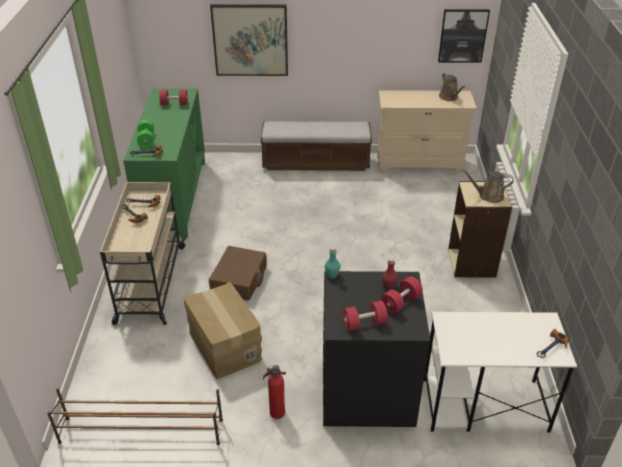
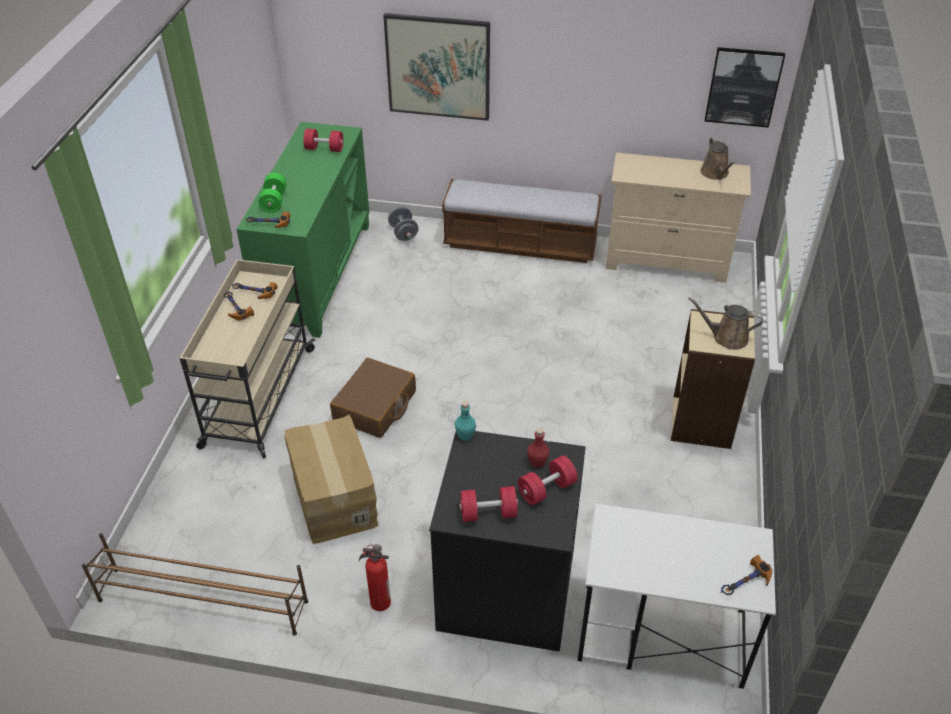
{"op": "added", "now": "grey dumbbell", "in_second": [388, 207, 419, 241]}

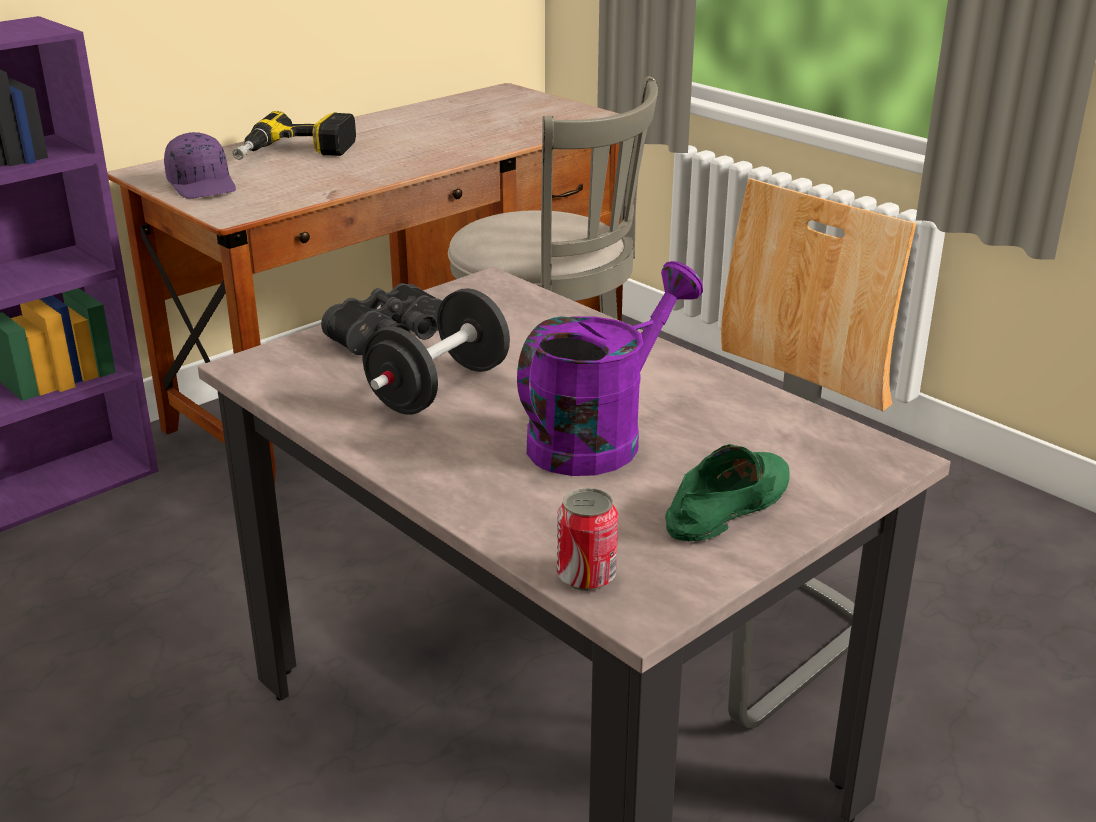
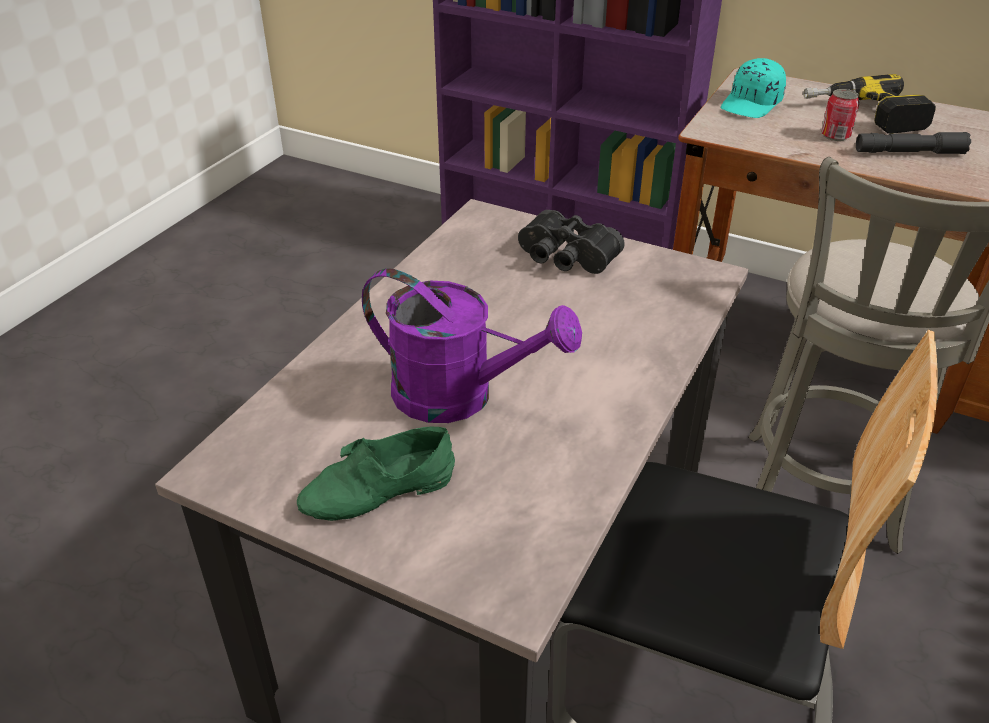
{"op": "removed", "was": "black dumbbell", "in_first": [363, 288, 510, 415]}
{"op": "added", "now": "grey flashlight", "in_second": [856, 132, 971, 154]}
{"op": "moved", "was": "can", "in_first": [557, 488, 618, 591], "in_second": [821, 89, 860, 141]}
{"op": "recoloured", "was": "purple cap", "now": "turquoise cap", "in_first": [164, 132, 236, 199], "in_second": [720, 58, 786, 118]}
{"op": "turned", "was": "green shoe", "in_first": [665, 444, 790, 541], "in_second": [297, 427, 455, 521], "clockwise": 135}

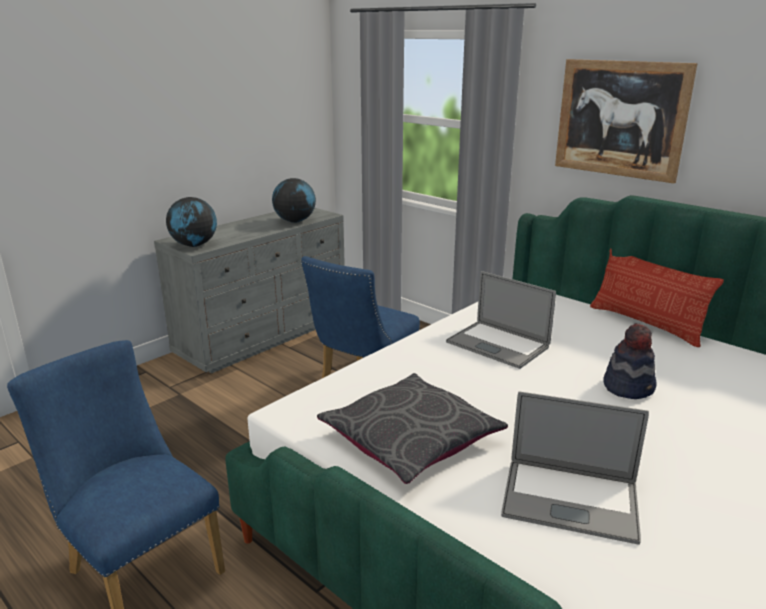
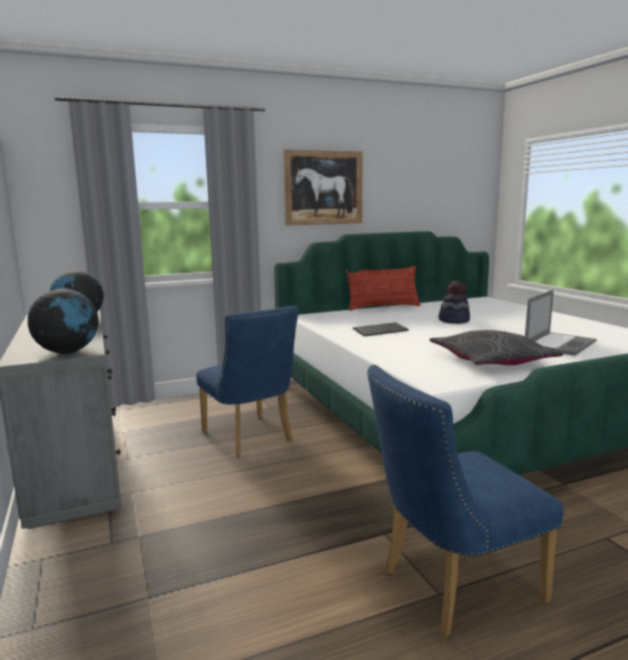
{"op": "replaced", "was": "laptop", "now": "keyboard", "in_first": [446, 271, 556, 369], "in_second": [353, 322, 409, 336]}

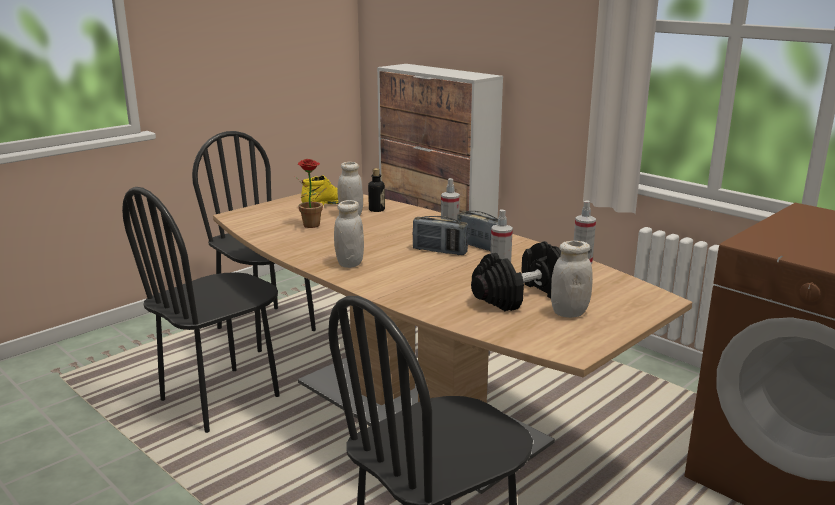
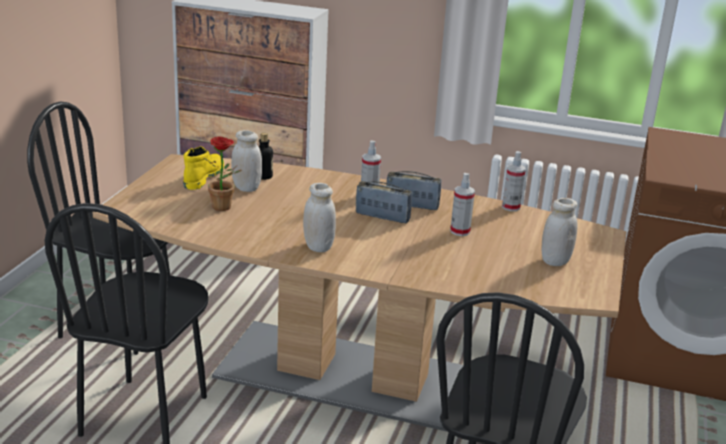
{"op": "removed", "was": "black dumbbell", "in_first": [471, 241, 561, 311]}
{"op": "turned", "was": "radio", "in_first": [413, 216, 469, 255], "in_second": [356, 181, 412, 223], "clockwise": -150}

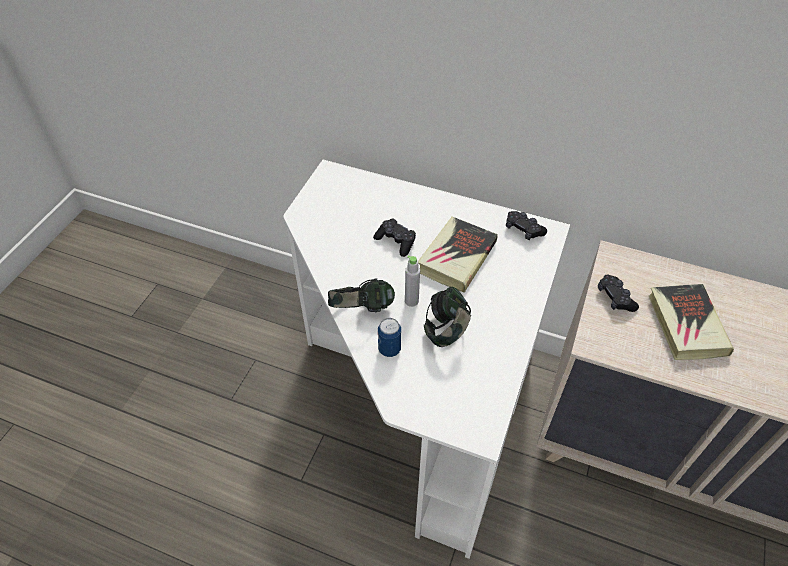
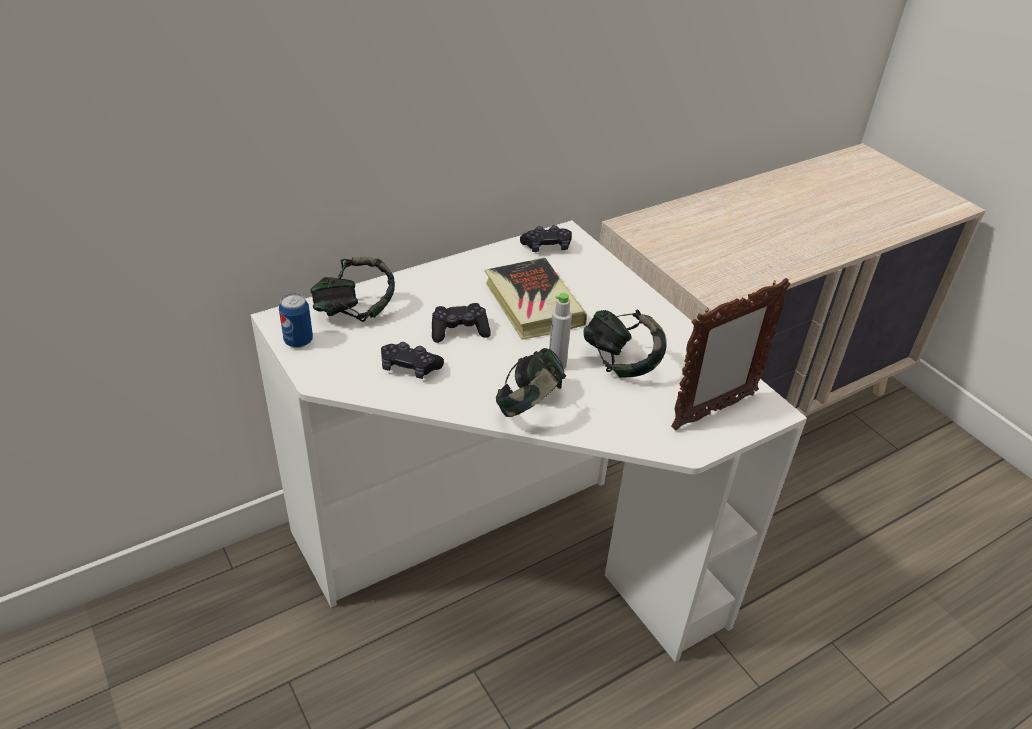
{"op": "removed", "was": "book", "in_first": [649, 284, 734, 360]}
{"op": "added", "now": "headphones", "in_second": [310, 257, 395, 322]}
{"op": "added", "now": "picture frame", "in_second": [671, 278, 791, 431]}
{"op": "moved", "was": "can", "in_first": [378, 318, 401, 357], "in_second": [279, 293, 313, 348]}
{"op": "moved", "was": "black game controller", "in_first": [598, 275, 639, 312], "in_second": [381, 342, 444, 379]}

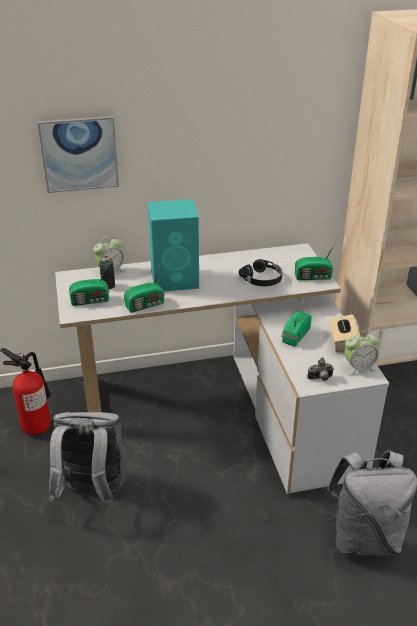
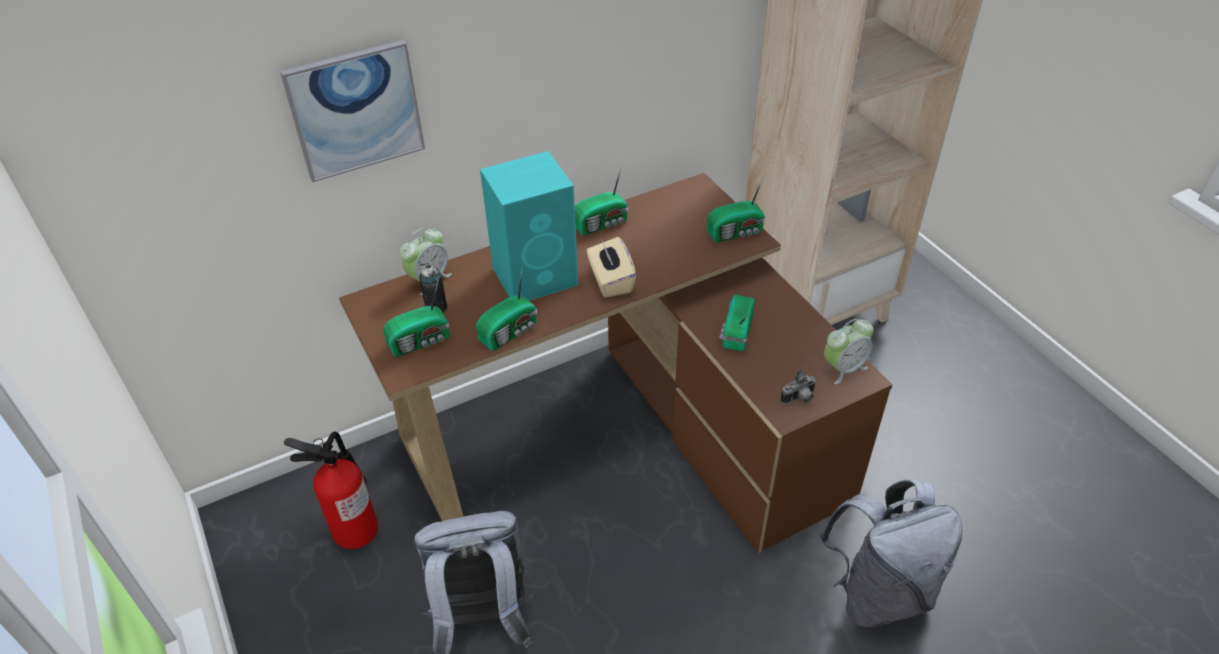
{"op": "removed", "was": "black headphones", "in_first": [239, 259, 283, 286]}
{"op": "added", "now": "radio", "in_second": [575, 166, 628, 236]}
{"op": "moved", "was": "beige tissue box", "in_first": [329, 314, 360, 352], "in_second": [586, 237, 636, 298]}
{"op": "recoloured", "was": "white desk", "now": "brown desk", "in_first": [55, 243, 389, 494], "in_second": [339, 173, 892, 553]}

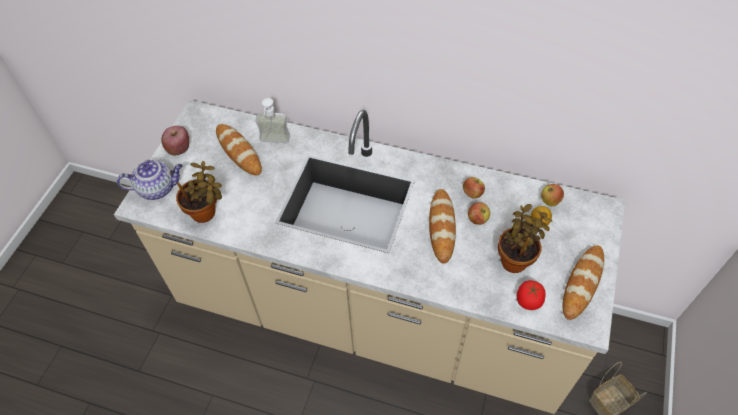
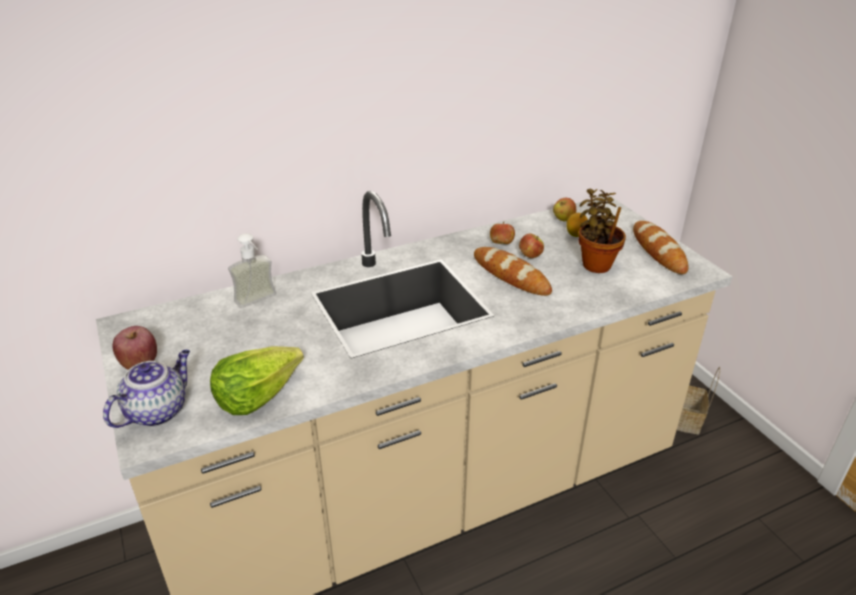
{"op": "removed", "was": "bread", "in_first": [216, 124, 262, 176]}
{"op": "removed", "was": "tomato", "in_first": [517, 280, 546, 310]}
{"op": "replaced", "was": "potted plant", "now": "lettuce", "in_first": [176, 161, 222, 223], "in_second": [210, 346, 304, 415]}

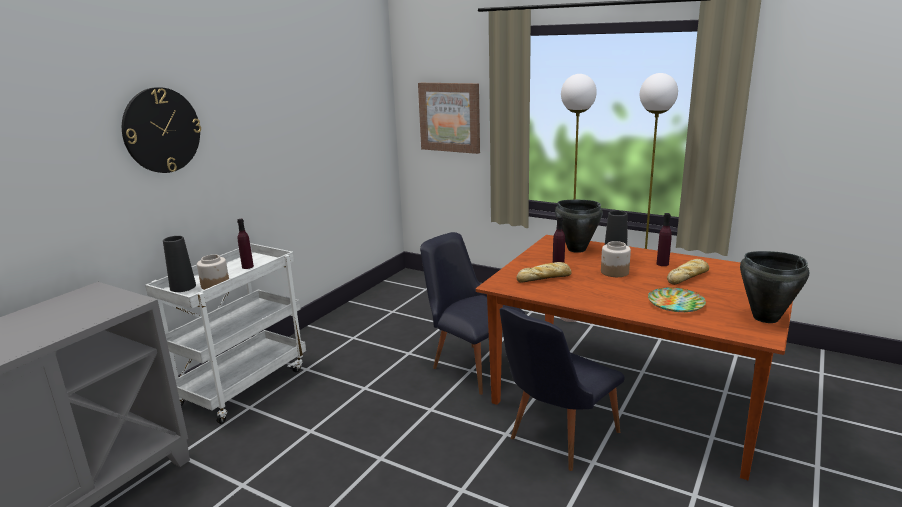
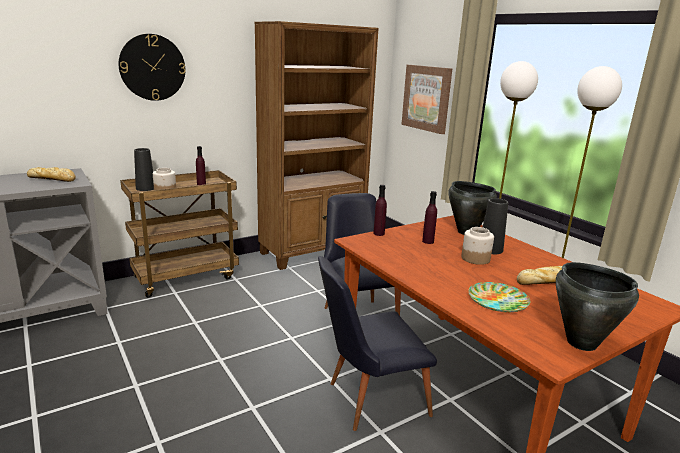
{"op": "added", "now": "brown bookcase", "in_second": [254, 21, 379, 270]}
{"op": "moved", "was": "bread", "in_first": [517, 262, 572, 283], "in_second": [27, 167, 76, 182]}
{"op": "moved", "was": "purple bottle", "in_first": [657, 213, 672, 266], "in_second": [373, 185, 387, 236]}
{"op": "recoloured", "was": "white cart", "now": "brown cart", "in_first": [145, 243, 306, 424], "in_second": [120, 170, 239, 298]}

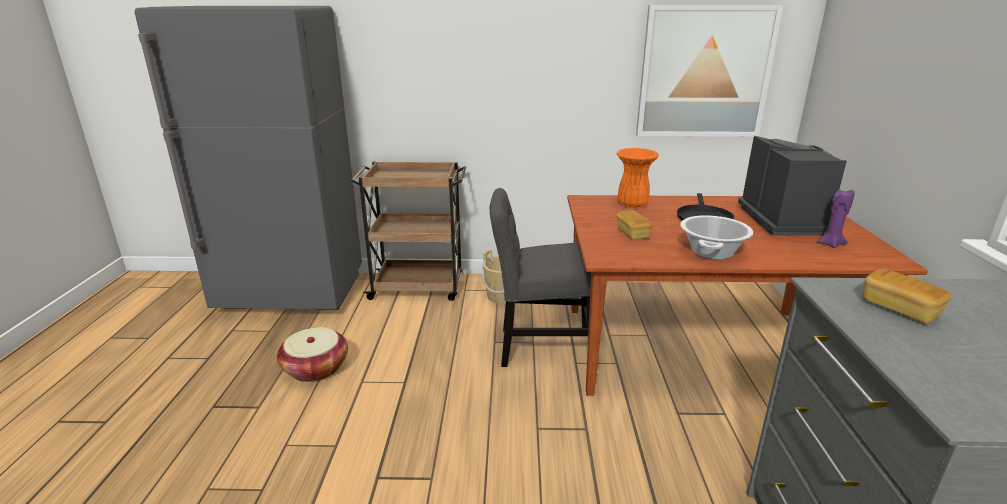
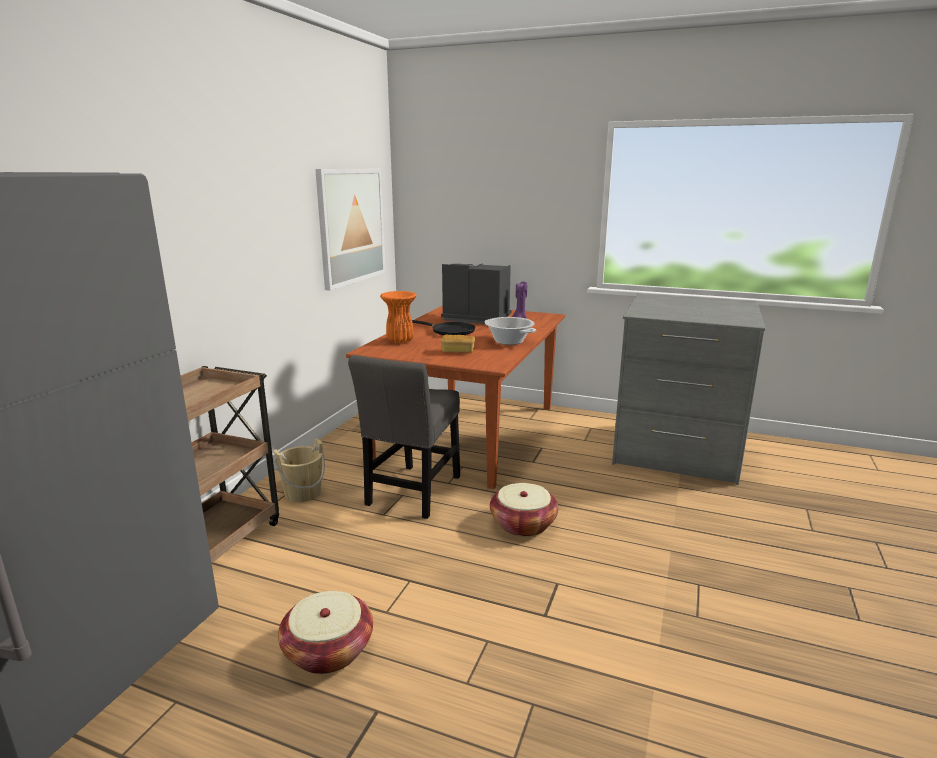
{"op": "removed", "was": "bread", "in_first": [863, 268, 951, 324]}
{"op": "added", "now": "basket", "in_second": [490, 483, 558, 537]}

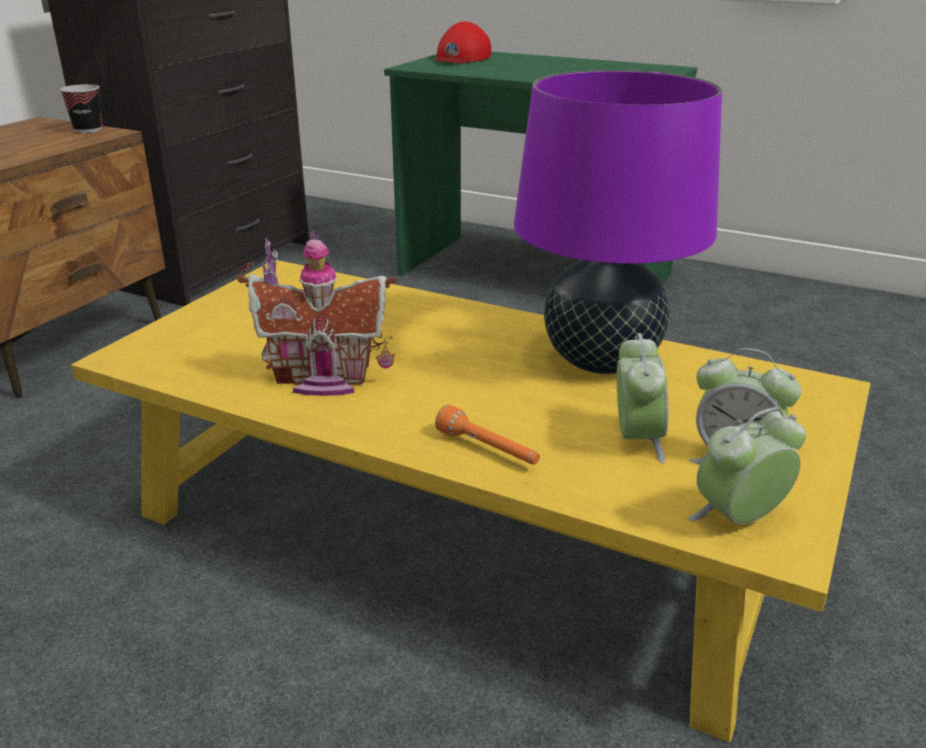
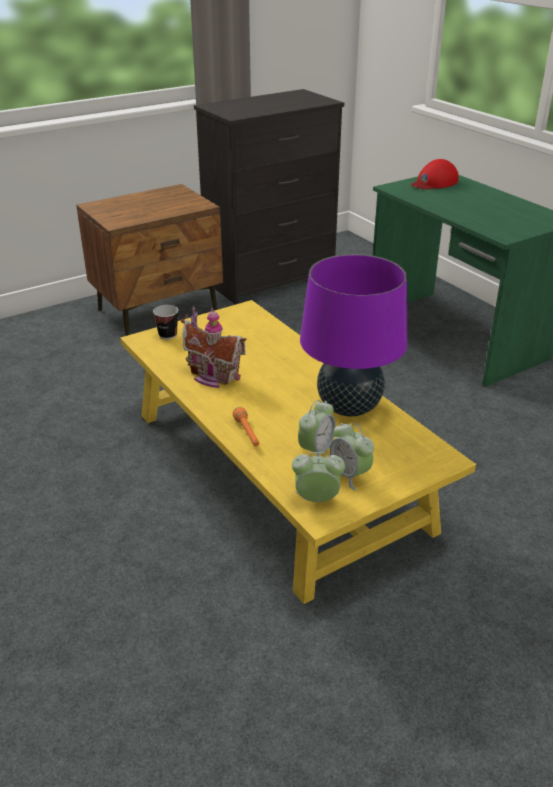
{"op": "moved", "was": "cup", "in_first": [60, 84, 102, 133], "in_second": [153, 305, 179, 339]}

